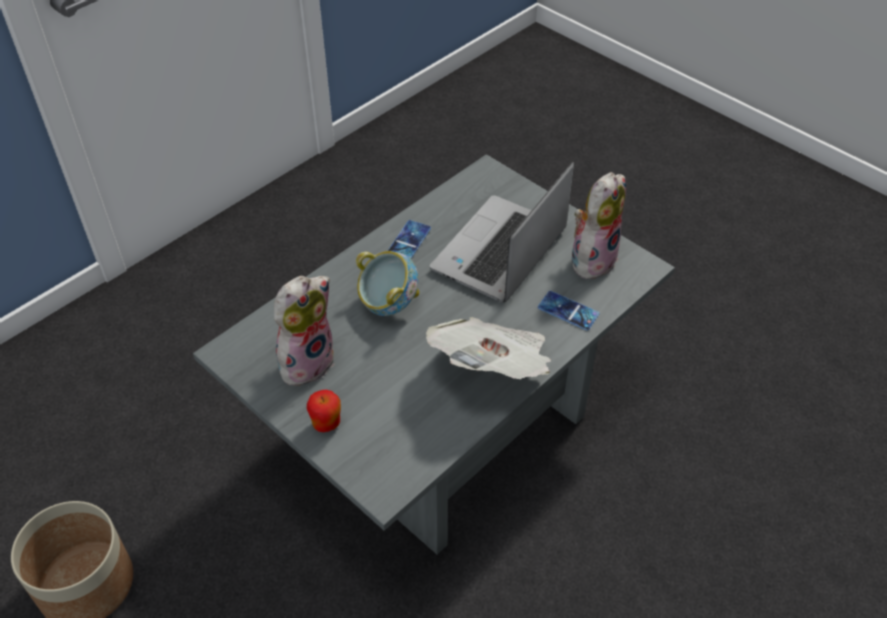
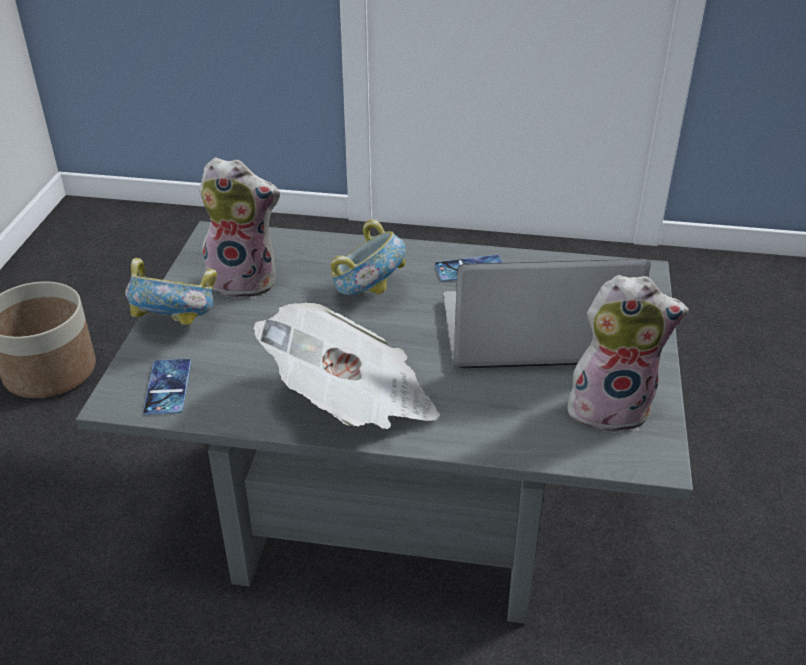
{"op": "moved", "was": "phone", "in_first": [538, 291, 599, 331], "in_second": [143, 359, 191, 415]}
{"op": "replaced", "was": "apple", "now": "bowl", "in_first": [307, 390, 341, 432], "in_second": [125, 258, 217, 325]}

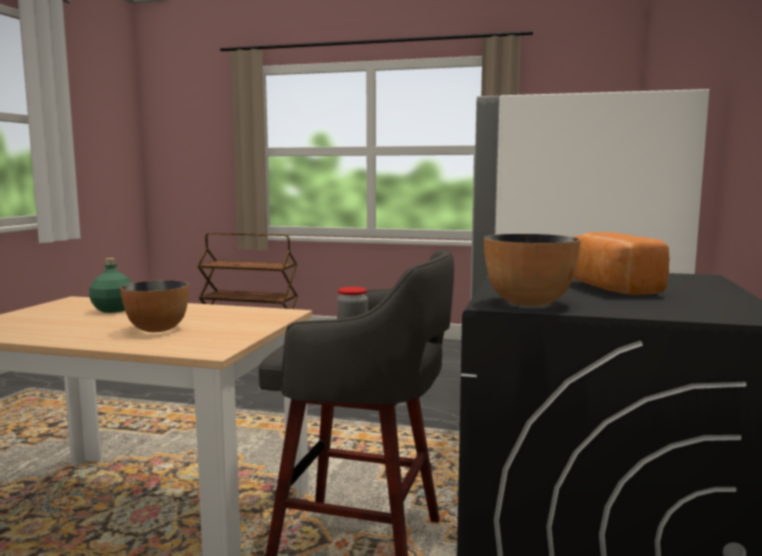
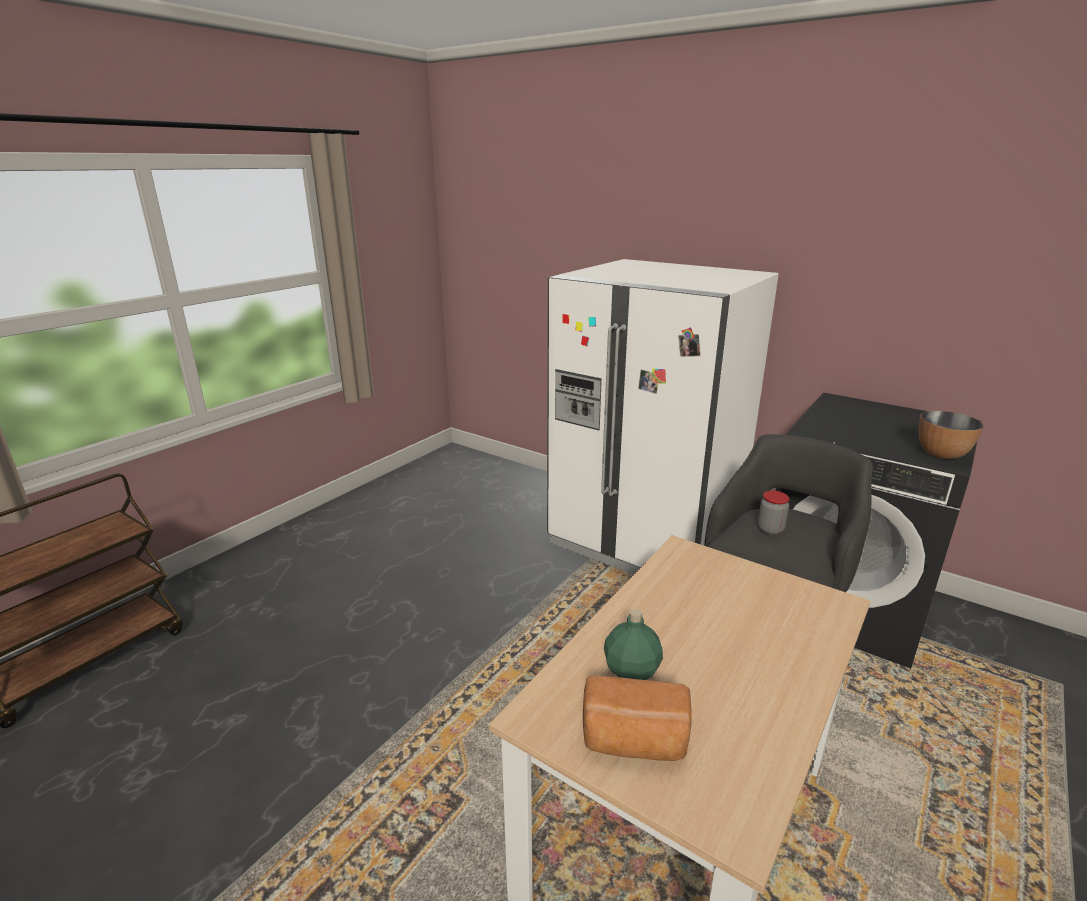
{"op": "removed", "was": "bowl", "in_first": [121, 280, 189, 332]}
{"op": "moved", "was": "bread", "in_first": [573, 232, 669, 295], "in_second": [583, 675, 692, 761]}

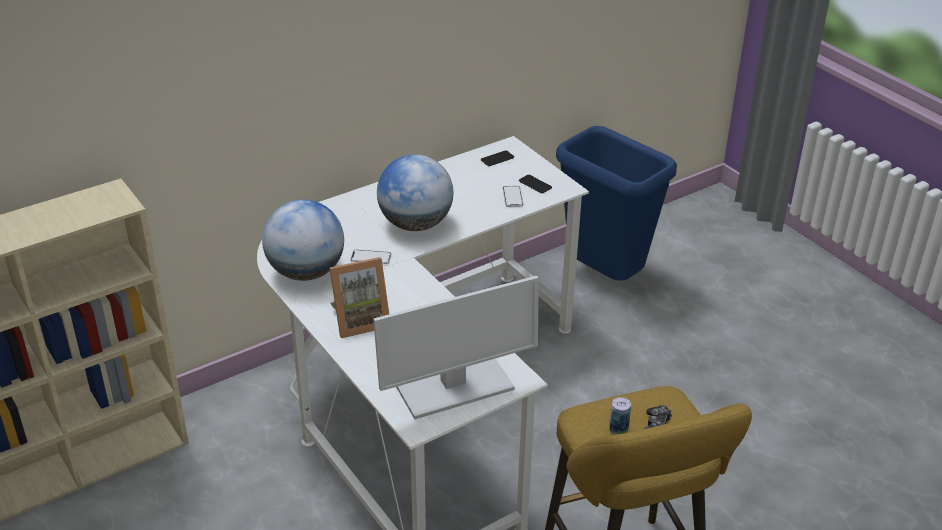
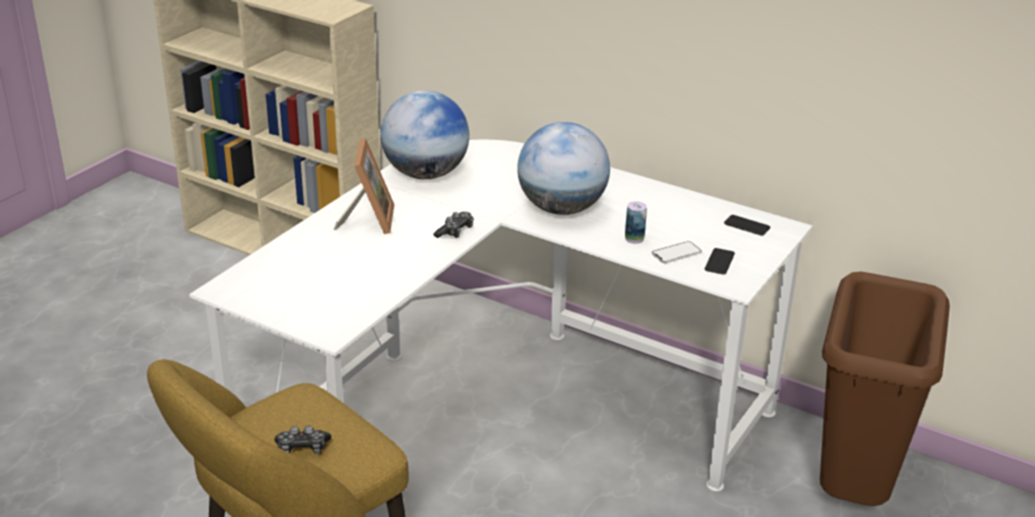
{"op": "removed", "was": "phone", "in_first": [350, 250, 391, 264]}
{"op": "removed", "was": "monitor", "in_first": [373, 276, 539, 419]}
{"op": "added", "now": "game controller", "in_second": [433, 212, 474, 238]}
{"op": "moved", "was": "can", "in_first": [609, 397, 631, 435], "in_second": [625, 202, 647, 244]}
{"op": "recoloured", "was": "blue trash can", "now": "brown trash can", "in_first": [556, 126, 677, 280], "in_second": [820, 272, 950, 506]}
{"op": "turned", "was": "picture frame", "in_first": [330, 257, 389, 338], "in_second": [333, 138, 394, 234], "clockwise": -135}

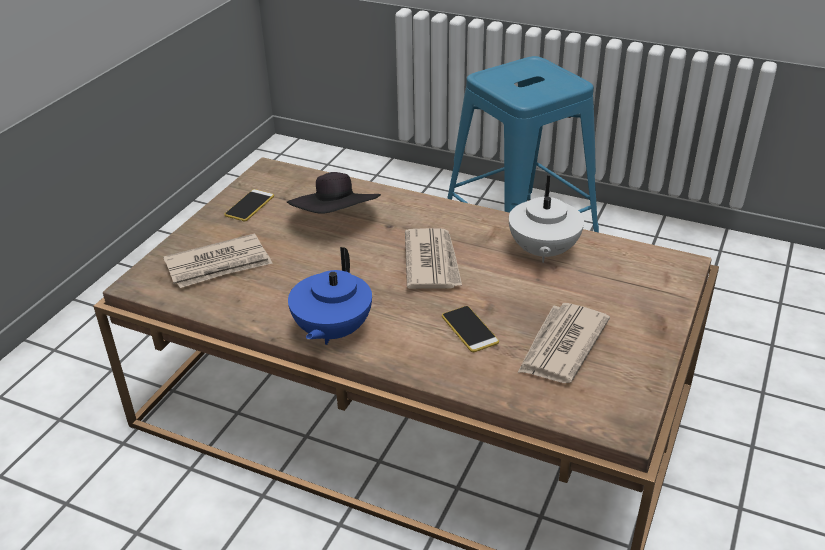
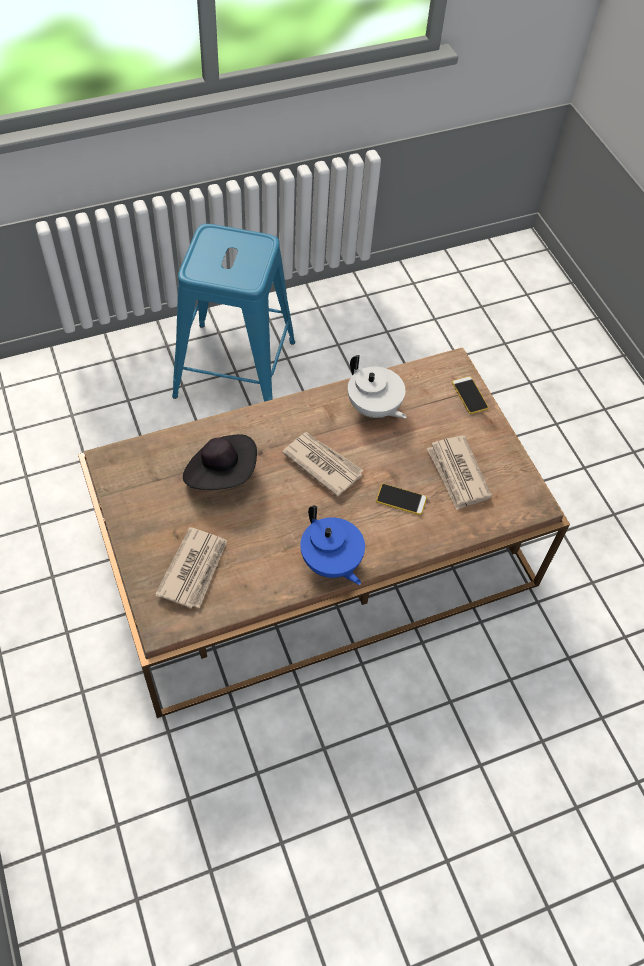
{"op": "moved", "was": "phone", "in_first": [224, 189, 274, 221], "in_second": [452, 376, 489, 414]}

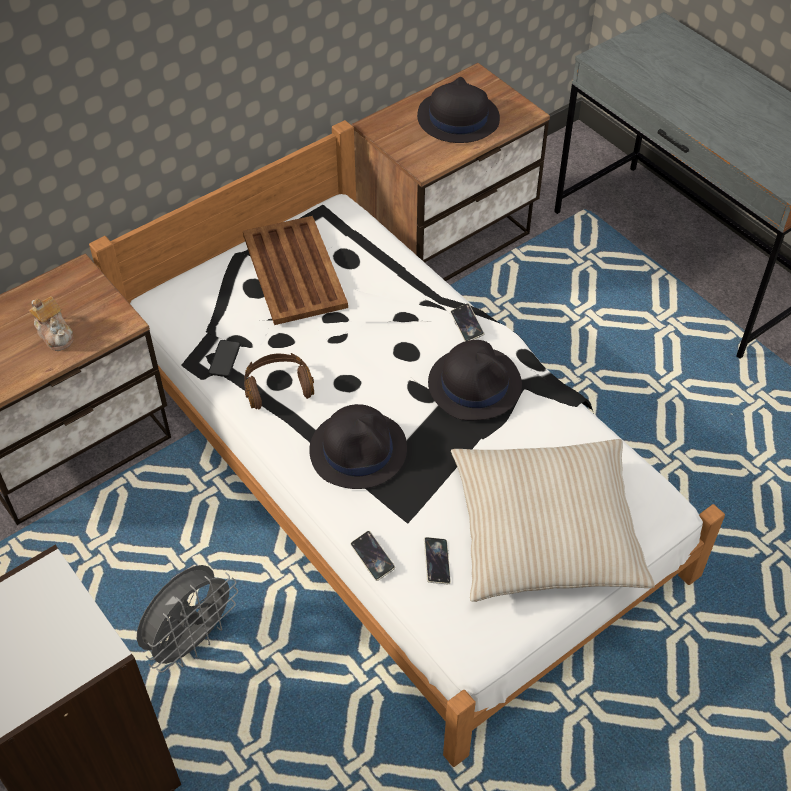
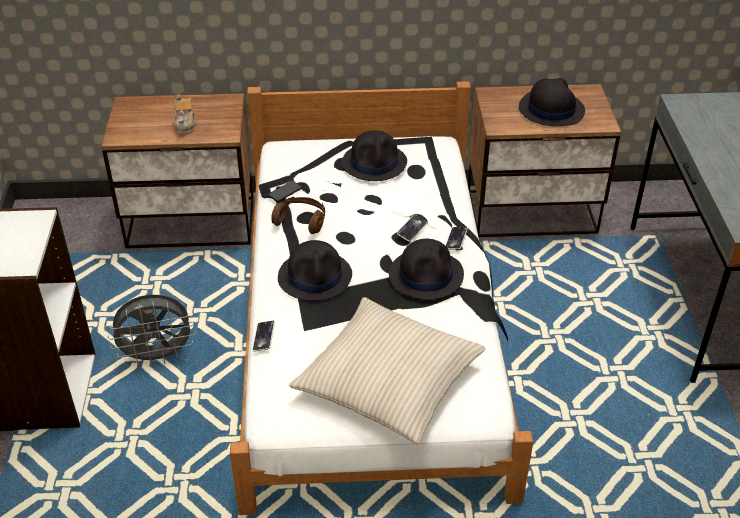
{"op": "moved", "was": "phone", "in_first": [424, 537, 451, 584], "in_second": [397, 215, 427, 242]}
{"op": "replaced", "was": "brown tray", "now": "black hat", "in_first": [243, 216, 348, 325], "in_second": [342, 130, 407, 181]}

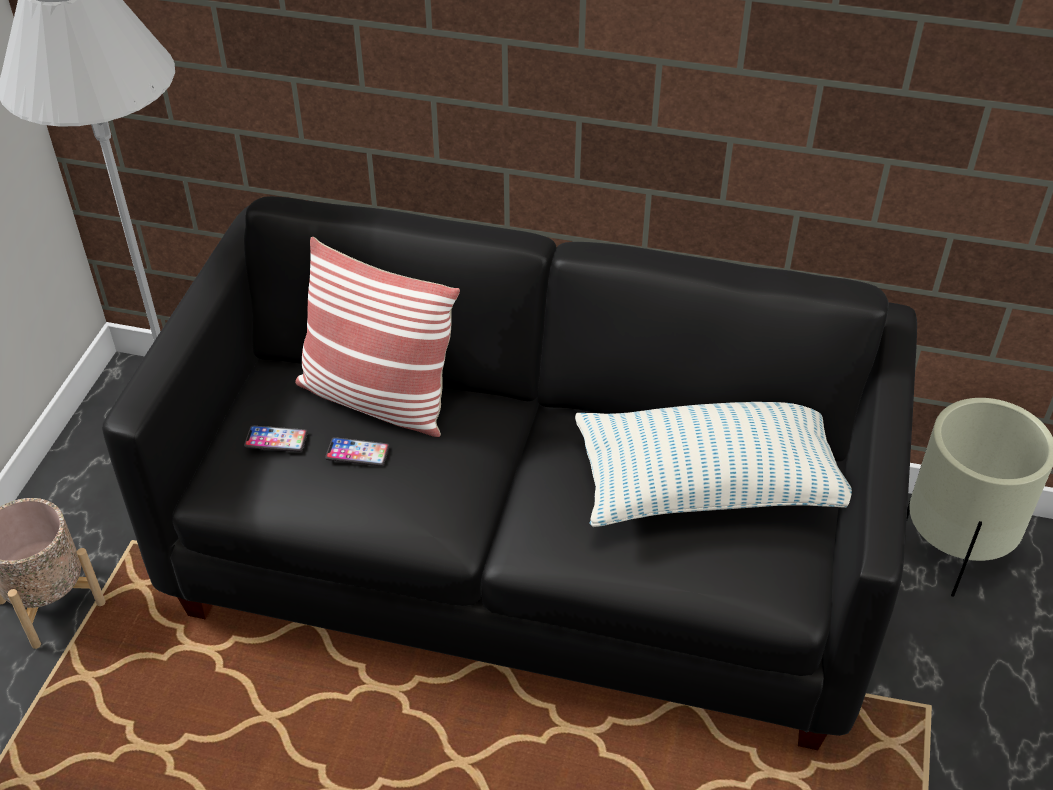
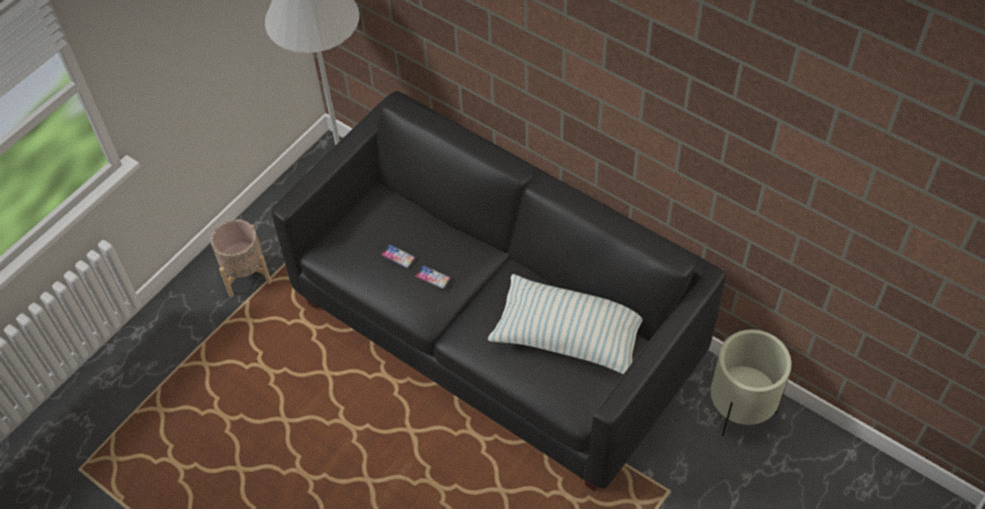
{"op": "removed", "was": "pillow", "in_first": [295, 237, 460, 437]}
{"op": "moved", "was": "phone", "in_first": [244, 425, 308, 452], "in_second": [415, 265, 451, 290]}

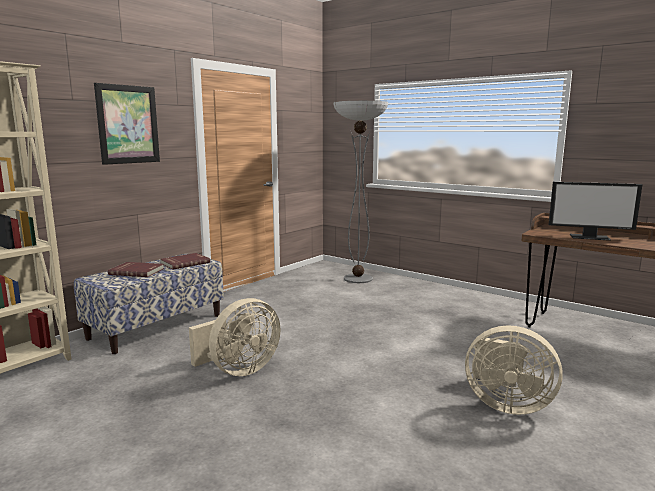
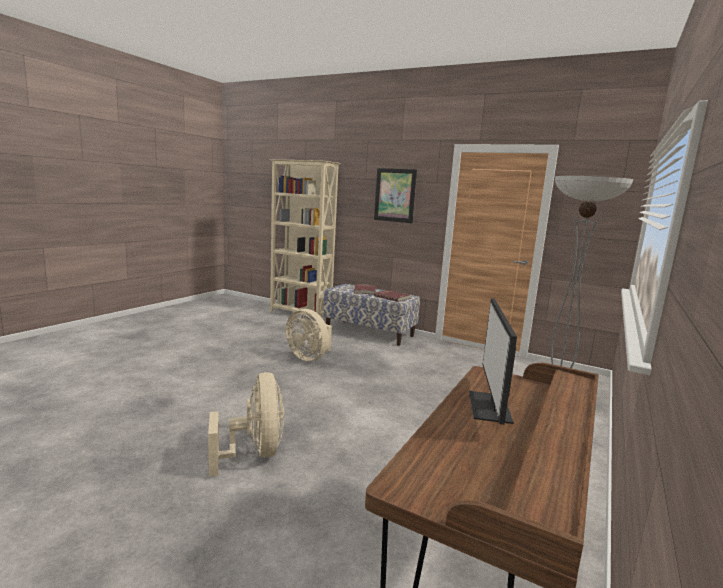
{"op": "turned", "was": "beige fan", "in_first": [465, 325, 563, 415], "in_second": [208, 372, 284, 476], "clockwise": 150}

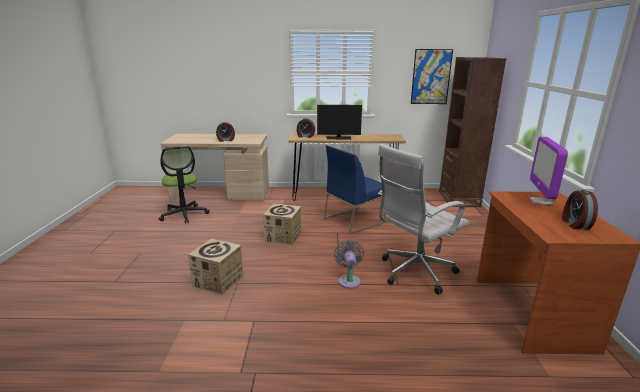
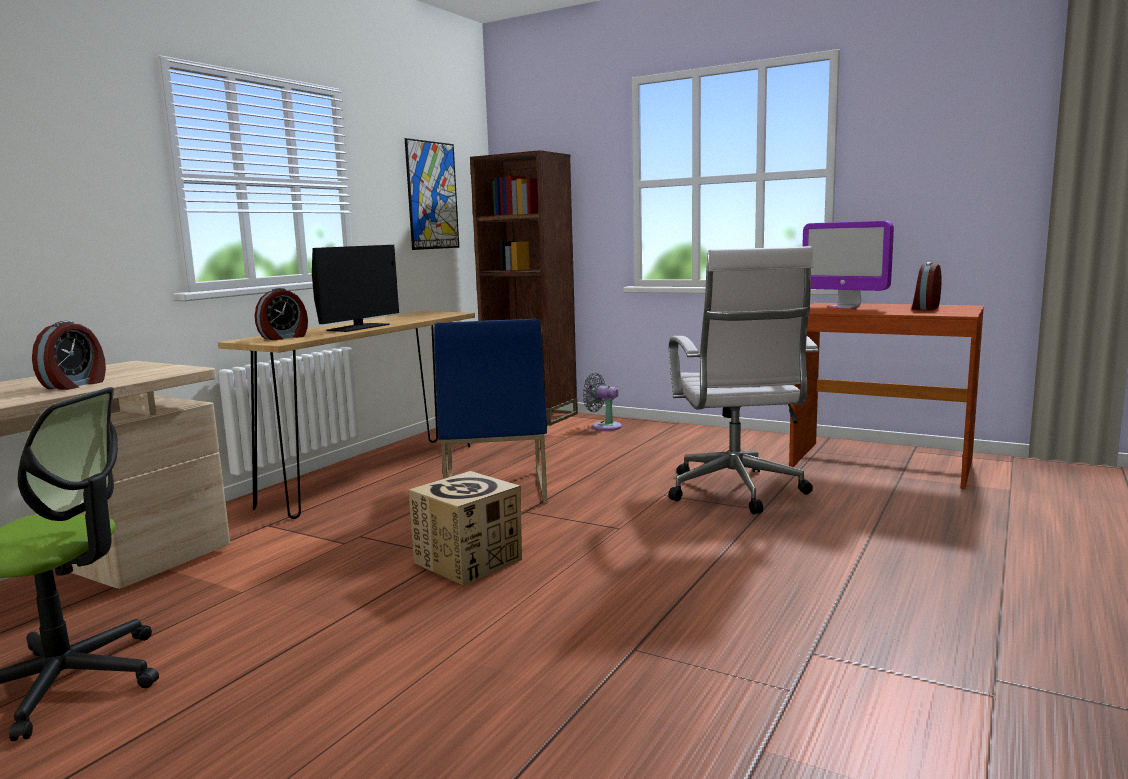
{"op": "removed", "was": "cardboard box", "in_first": [188, 239, 244, 295]}
{"op": "moved", "was": "grey fan", "in_first": [334, 240, 364, 289], "in_second": [583, 373, 622, 431]}
{"op": "turned", "was": "alarm clock", "in_first": [562, 189, 598, 230], "in_second": [912, 262, 942, 310], "clockwise": 90}

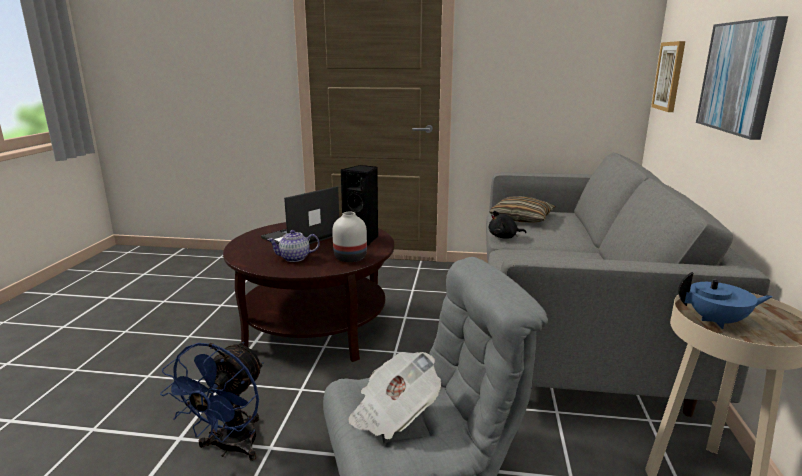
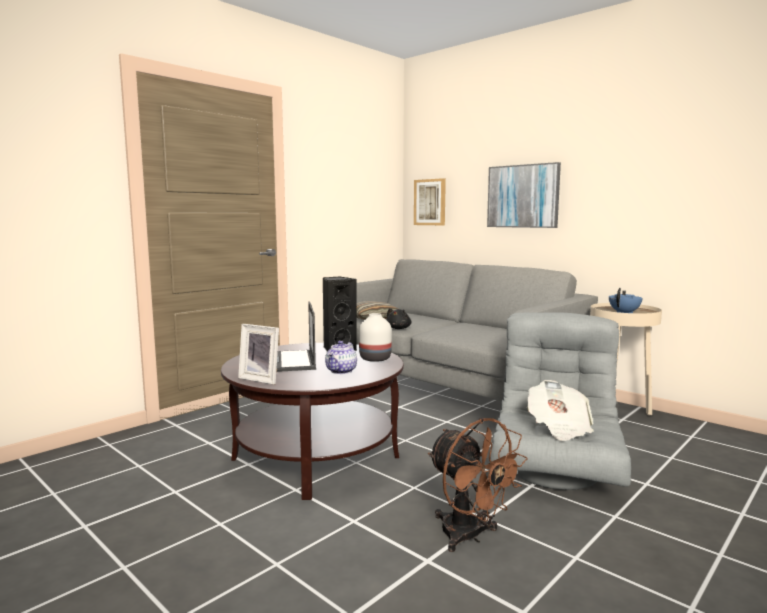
{"op": "added", "now": "picture frame", "in_second": [238, 324, 279, 385]}
{"op": "recoloured", "was": "blue fan", "now": "brown fan", "in_first": [160, 342, 264, 461], "in_second": [428, 418, 527, 552]}

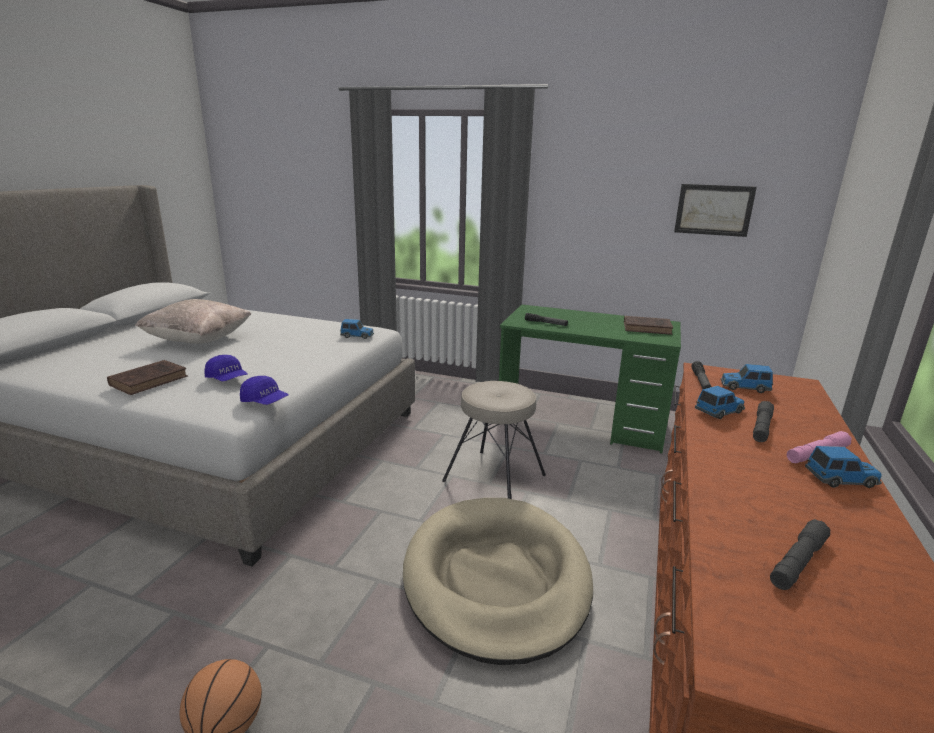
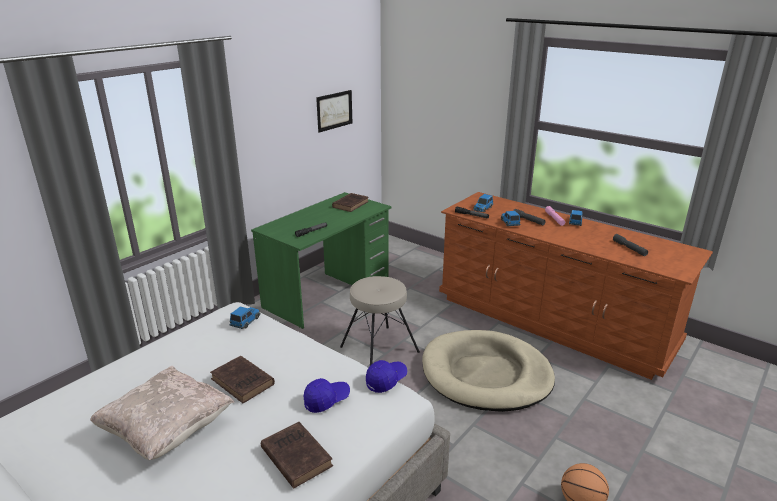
{"op": "added", "now": "brown book", "in_second": [210, 356, 275, 403]}

